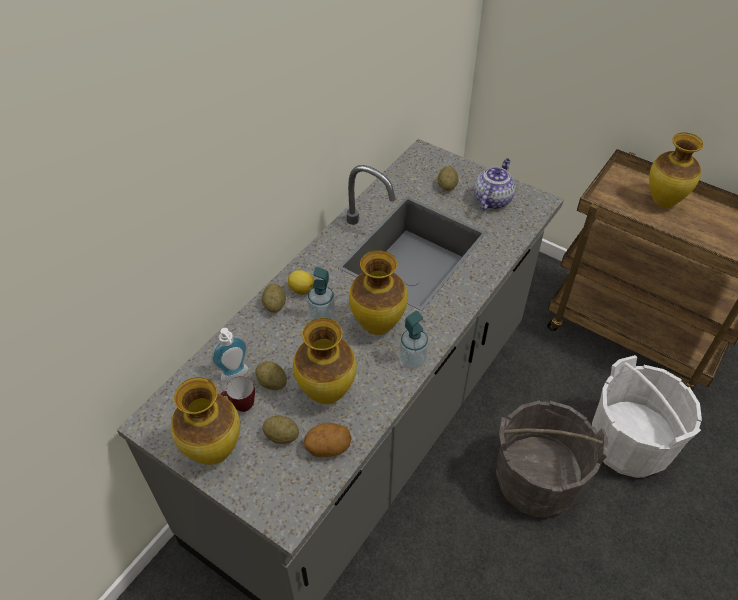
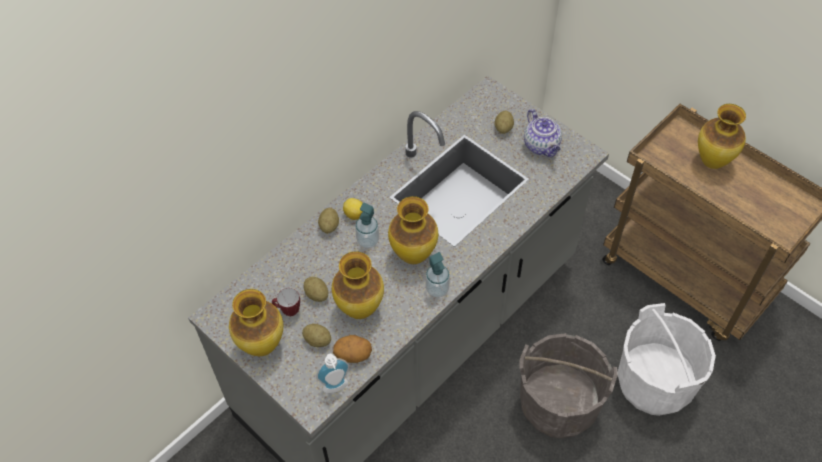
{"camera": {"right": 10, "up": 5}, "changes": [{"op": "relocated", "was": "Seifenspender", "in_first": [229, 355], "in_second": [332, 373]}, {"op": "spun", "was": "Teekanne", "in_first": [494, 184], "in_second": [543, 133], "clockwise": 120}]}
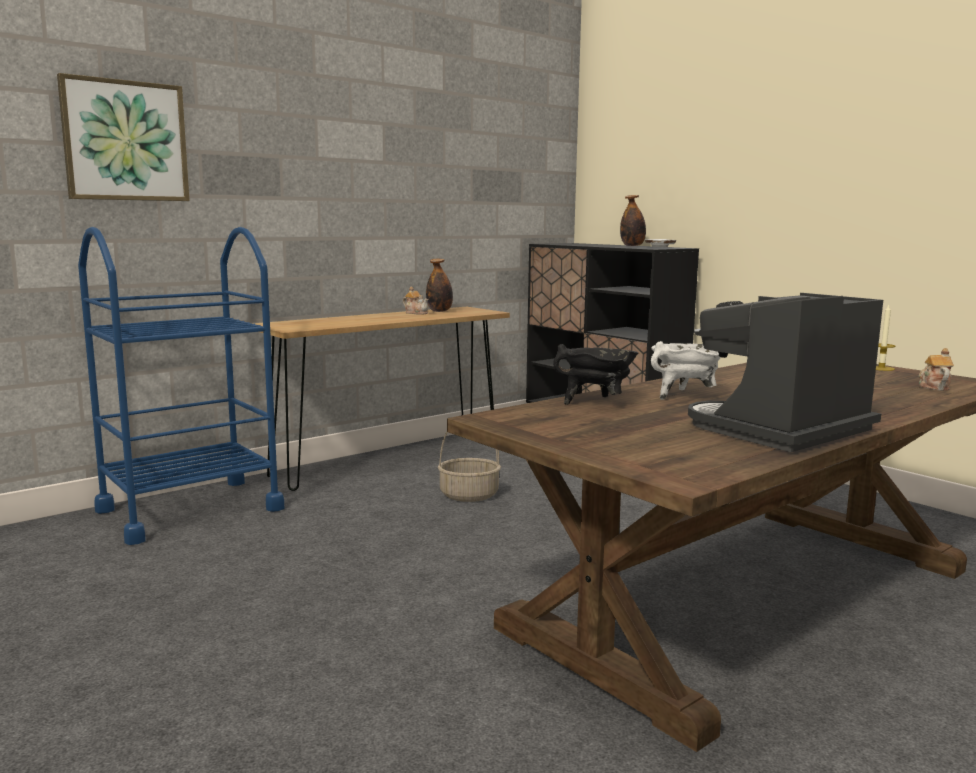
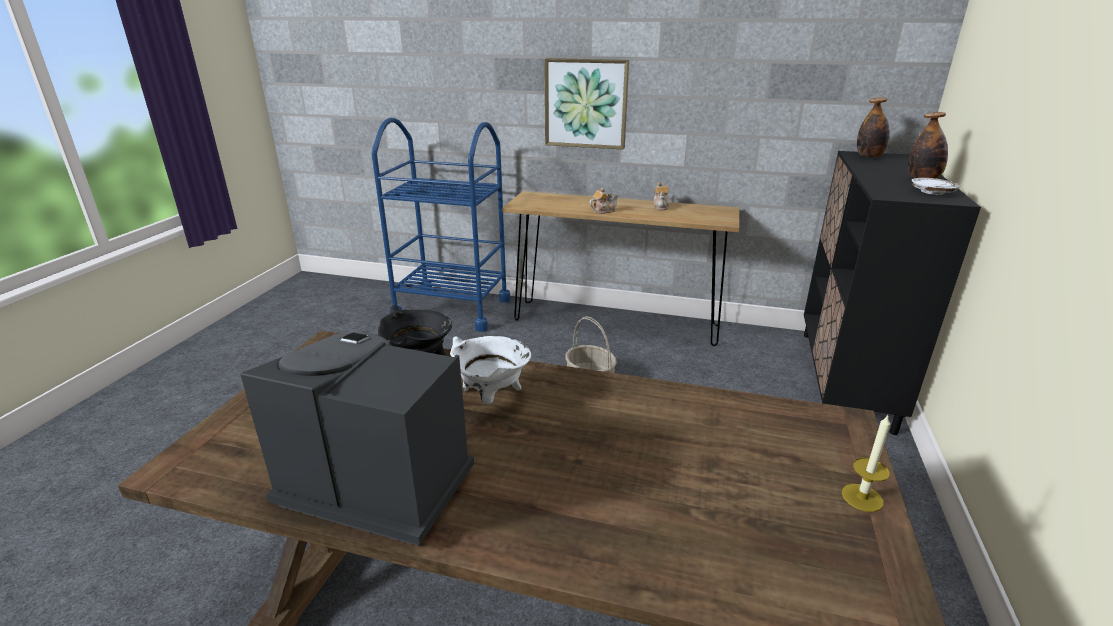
{"camera": {"right": 55, "up": 15}, "changes": [{"op": "relocated", "was": "Bild", "in_first": [123, 137], "in_second": [586, 104]}, {"op": "relocated", "was": "Flasche", "in_first": [439, 285], "in_second": [873, 127]}, {"op": "relocated", "was": "Teekanne", "in_first": [936, 369], "in_second": [603, 201]}]}
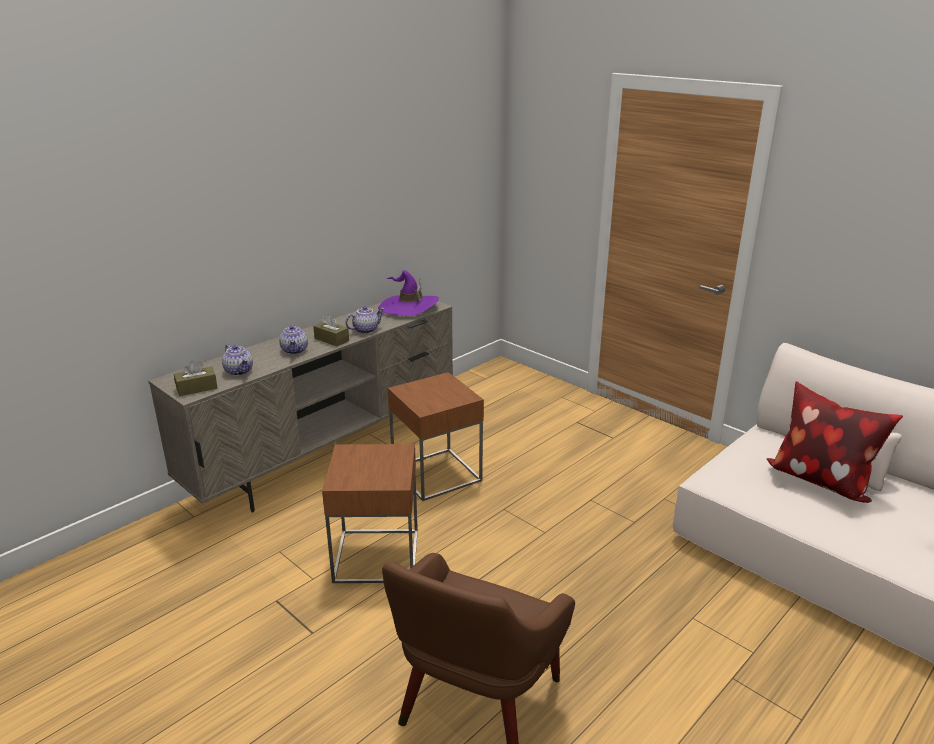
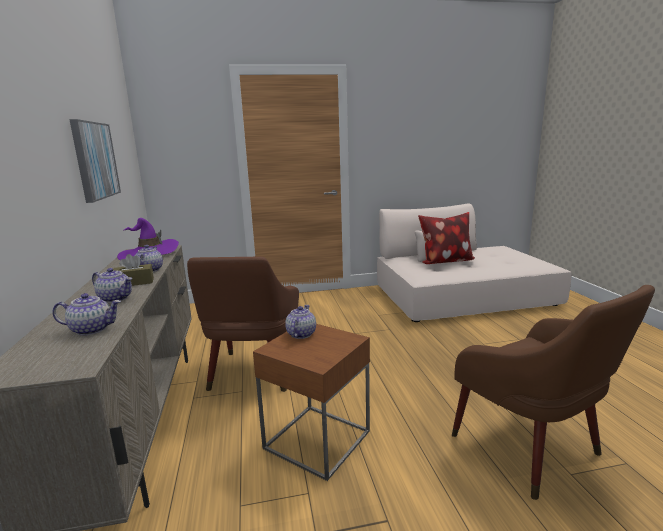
{"camera": {"right": -55, "up": -10}, "changes": [{"op": "missing", "was": "Taschentuchbox (braun)", "in_first": [195, 378]}, {"op": "exchanged", "was": "Beistelltisch (braun)", "now": "Sessel (braun)", "in_first": [436, 436], "in_second": [243, 324]}, {"op": "appeared", "now": "Bild", "in_second": [95, 161]}, {"op": "appeared", "now": "Teekanne", "in_second": [300, 322]}]}
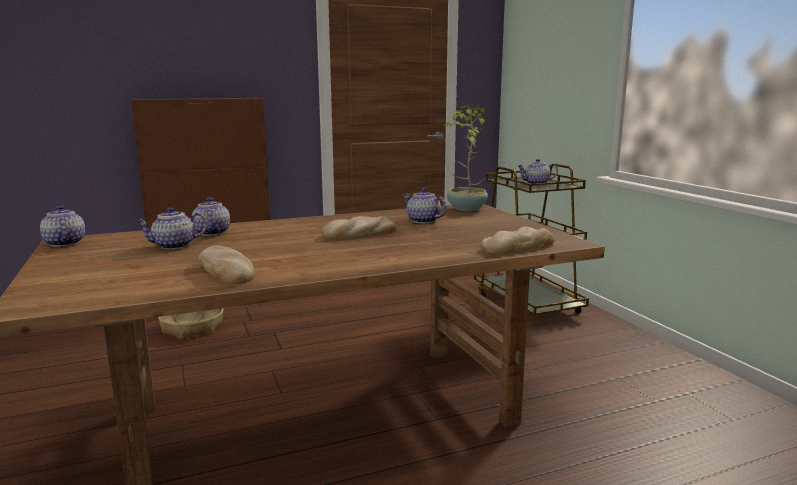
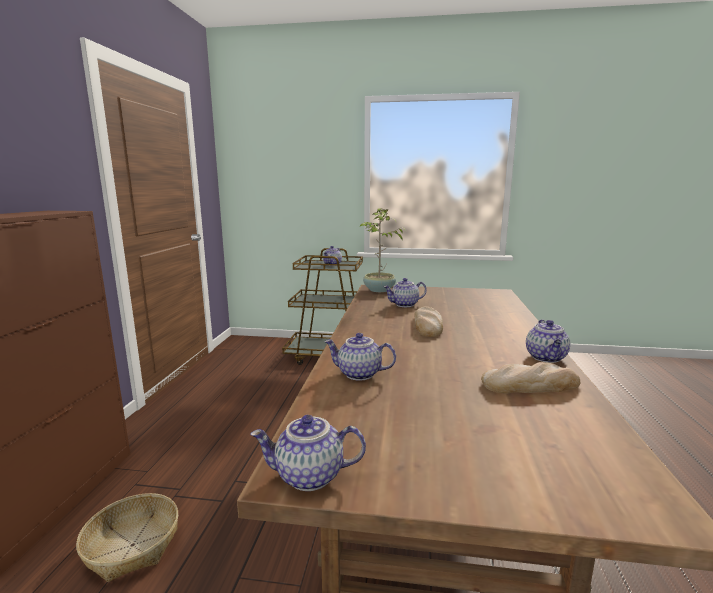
{"camera": {"right": -60, "up": 0}, "changes": [{"op": "relocated", "was": "Teekanne", "in_first": [171, 228], "in_second": [548, 341]}, {"op": "missing", "was": "Brot", "in_first": [517, 240]}]}
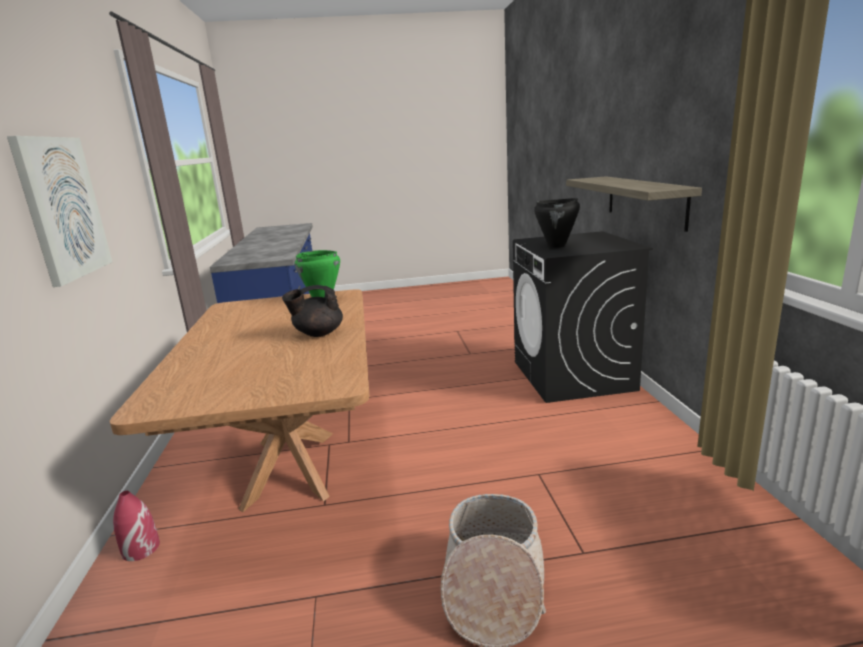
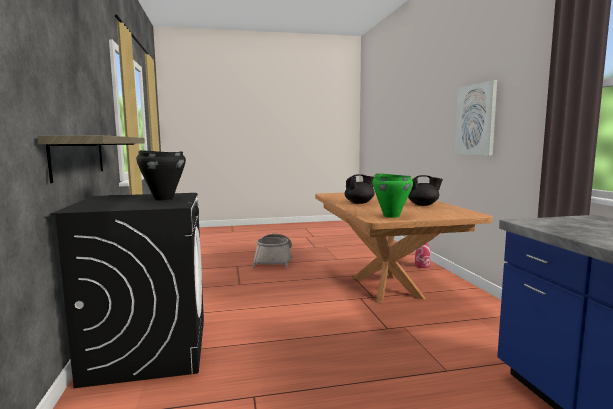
{"camera": {"right": 175, "up": -10}, "changes": [{"op": "appeared", "now": "Teekanne (schwarz)", "in_second": [425, 190]}]}
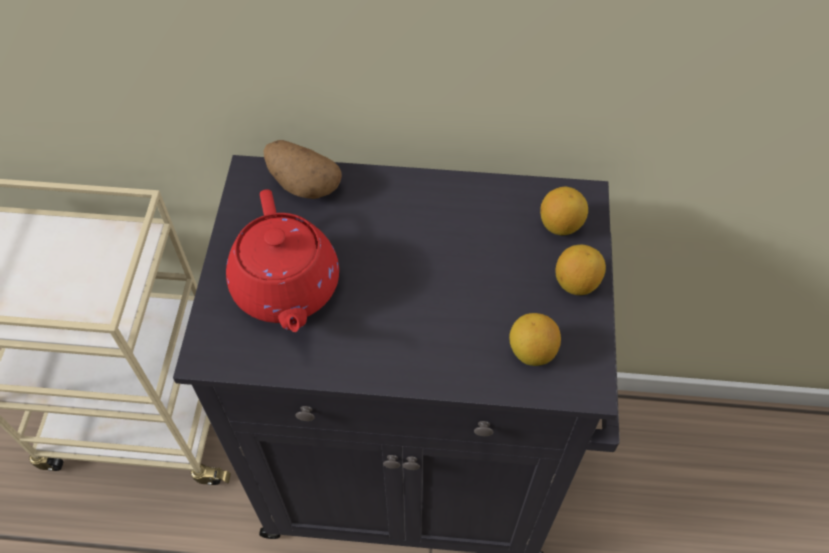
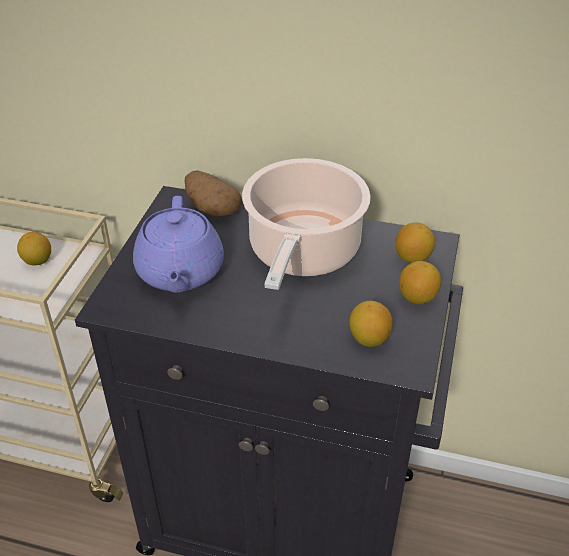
{"camera": {"right": 10, "up": -15}, "changes": [{"op": "colour", "was": "Teekanne (rot)", "now": "Teekanne (lila)", "in_first": [282, 260], "in_second": [178, 244]}, {"op": "appeared", "now": "Zitrone", "in_second": [34, 249]}, {"op": "appeared", "now": "Kochtopf", "in_second": [306, 224]}]}
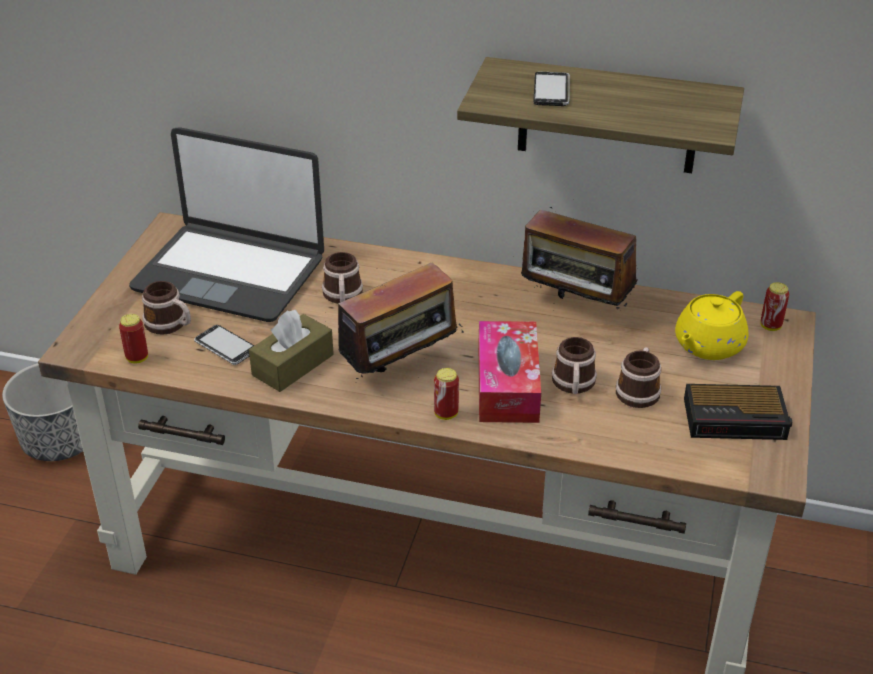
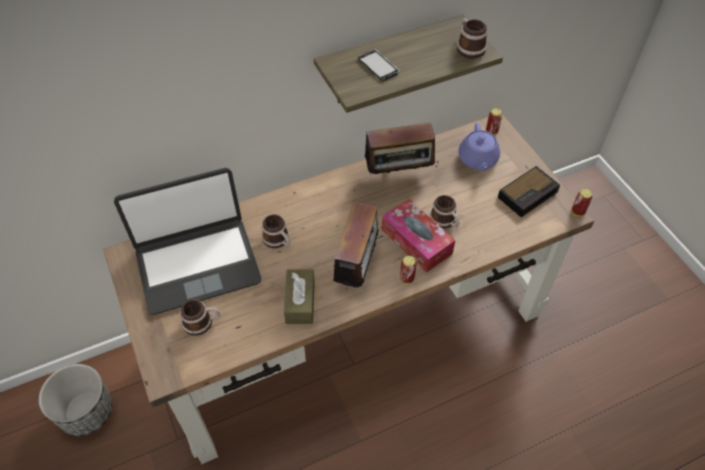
{"camera": {"right": -40, "up": 15}, "changes": [{"op": "relocated", "was": "Dose", "in_first": [133, 339], "in_second": [582, 202]}, {"op": "missing", "was": "Handy", "in_first": [224, 345]}, {"op": "relocated", "was": "Henkelbecher", "in_first": [638, 377], "in_second": [472, 38]}, {"op": "colour", "was": "Teekanne (gelb)", "now": "Teekanne (lila)", "in_first": [712, 325], "in_second": [479, 147]}]}
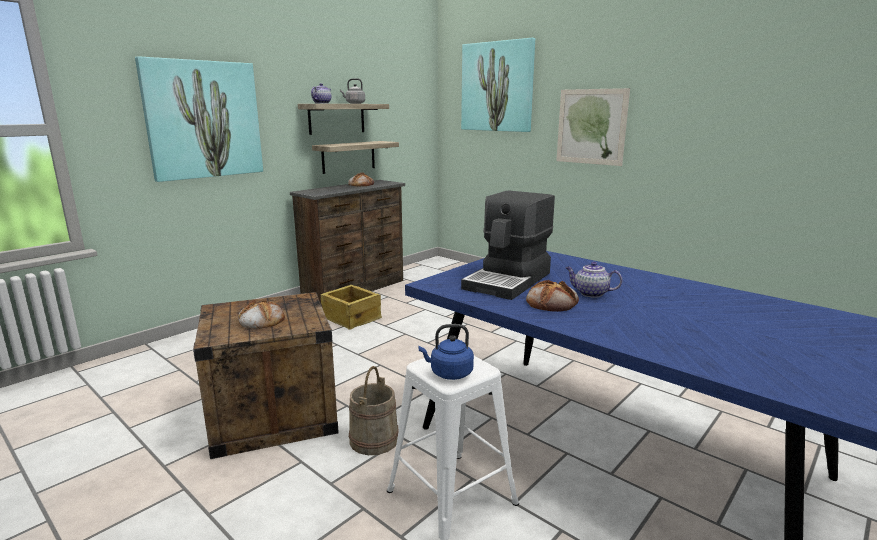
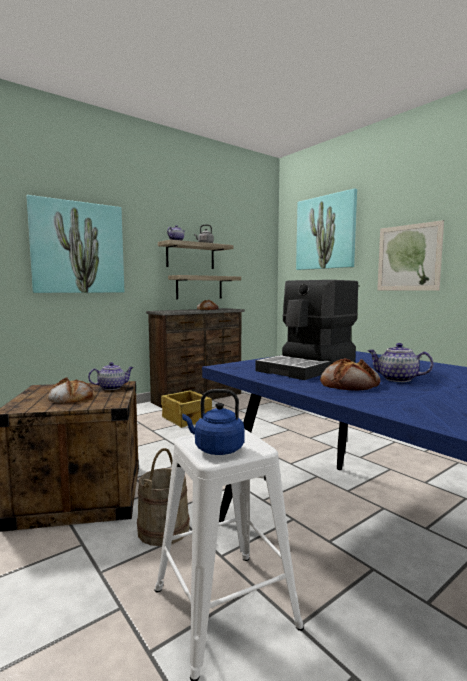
{"camera": {"right": 10, "up": -10}, "changes": [{"op": "appeared", "now": "Teekanne", "in_second": [111, 376]}]}
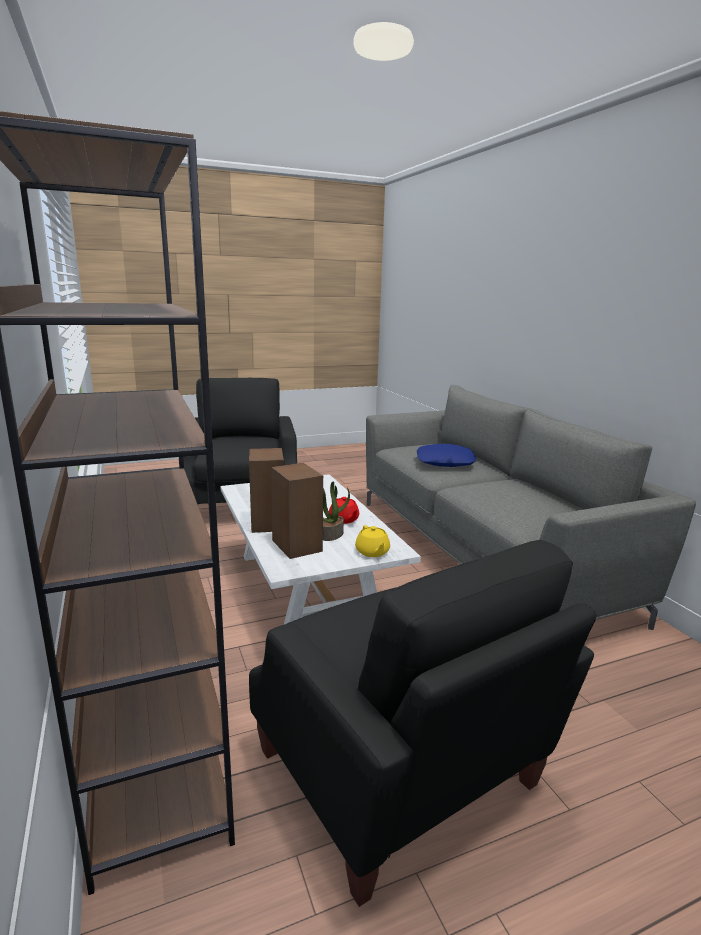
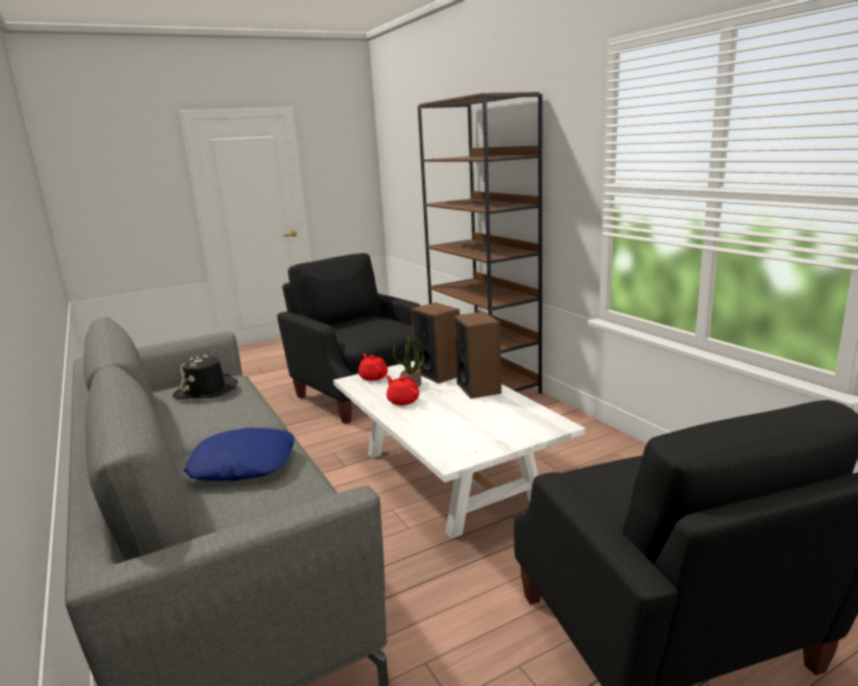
{"camera": {"right": 175, "up": 0}, "changes": [{"op": "colour", "was": "Teekanne (gelb)", "now": "Teekanne (rot)", "in_first": [372, 541], "in_second": [373, 367]}, {"op": "appeared", "now": "Hut (schwarz)", "in_second": [205, 376]}]}
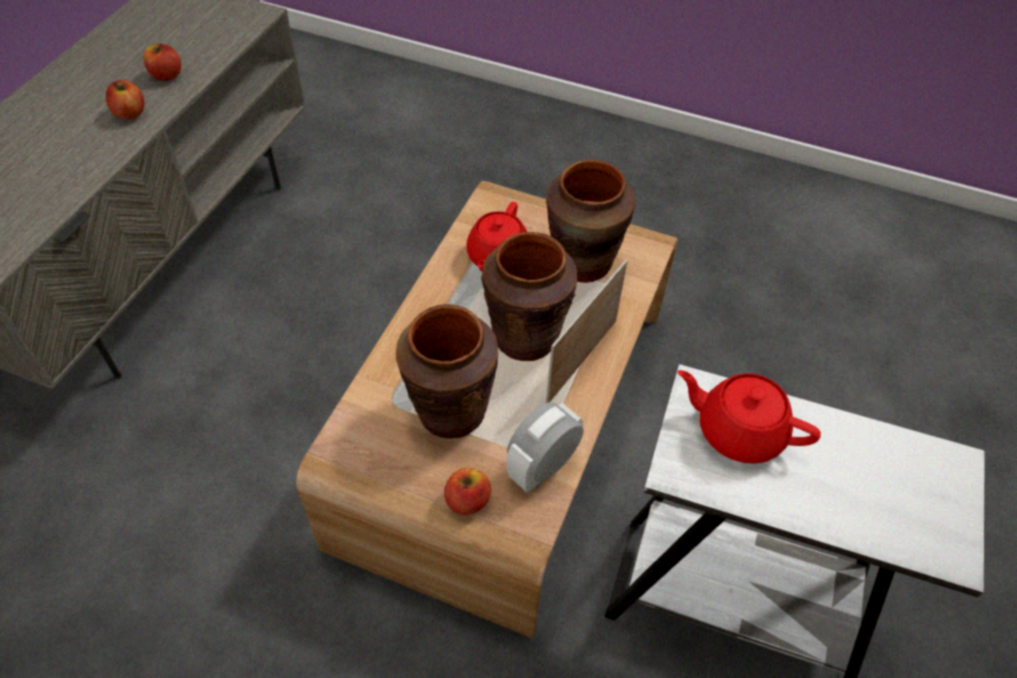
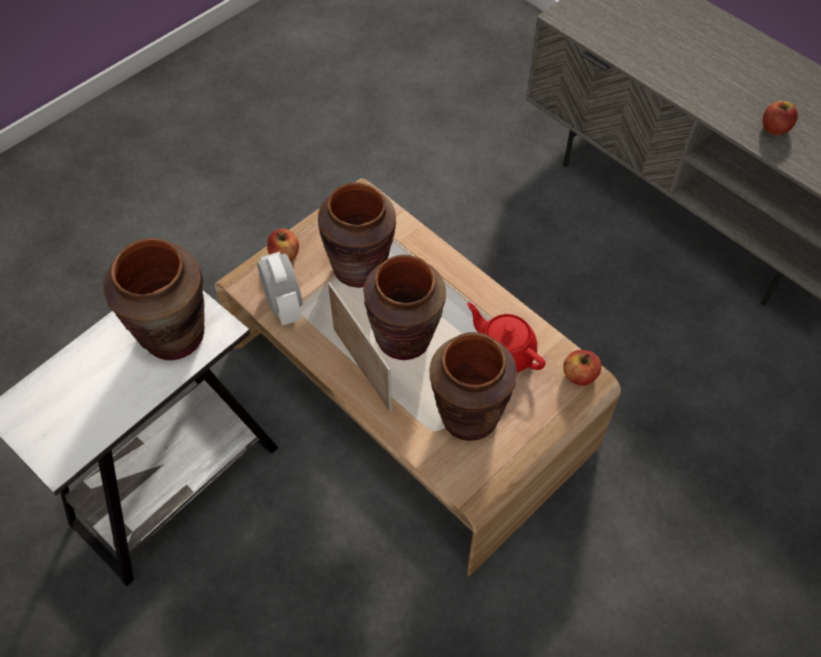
{"camera": {"right": 115, "up": 5}, "changes": [{"op": "relocated", "was": "Apfel", "in_first": [125, 100], "in_second": [582, 368]}, {"op": "exchanged", "was": "Teekanne (rot)", "now": "Vase (braun)", "in_first": [749, 417], "in_second": [154, 299]}]}
